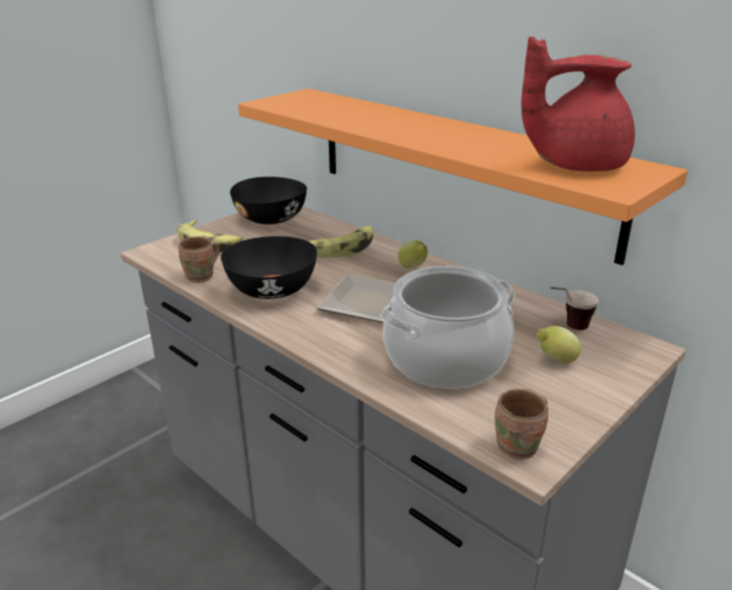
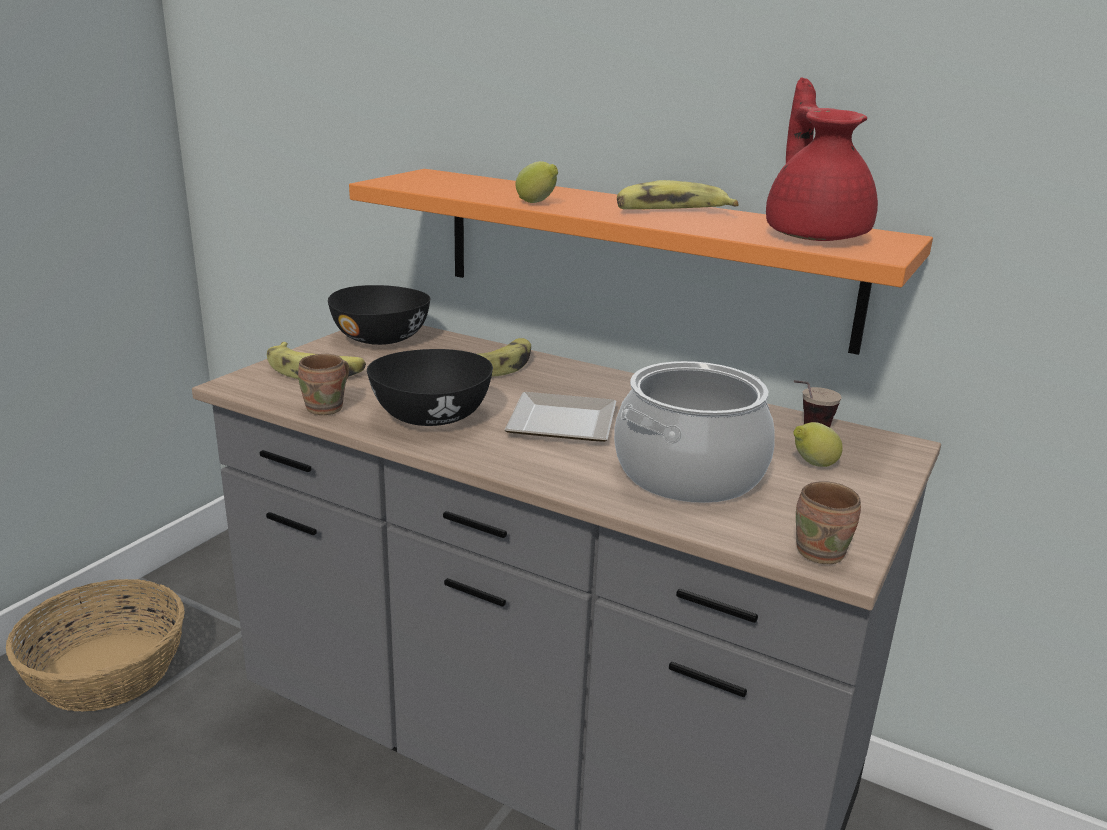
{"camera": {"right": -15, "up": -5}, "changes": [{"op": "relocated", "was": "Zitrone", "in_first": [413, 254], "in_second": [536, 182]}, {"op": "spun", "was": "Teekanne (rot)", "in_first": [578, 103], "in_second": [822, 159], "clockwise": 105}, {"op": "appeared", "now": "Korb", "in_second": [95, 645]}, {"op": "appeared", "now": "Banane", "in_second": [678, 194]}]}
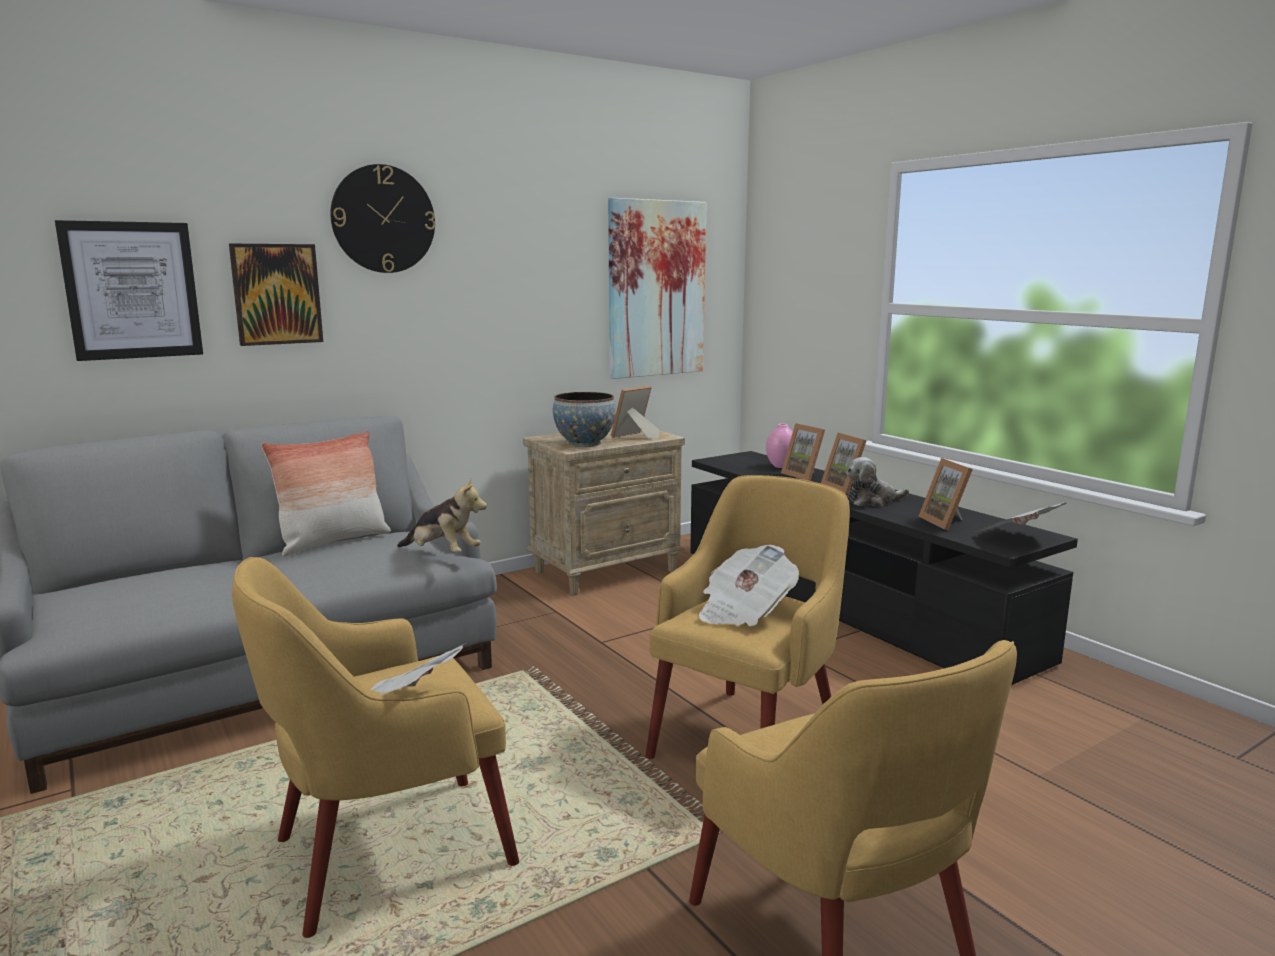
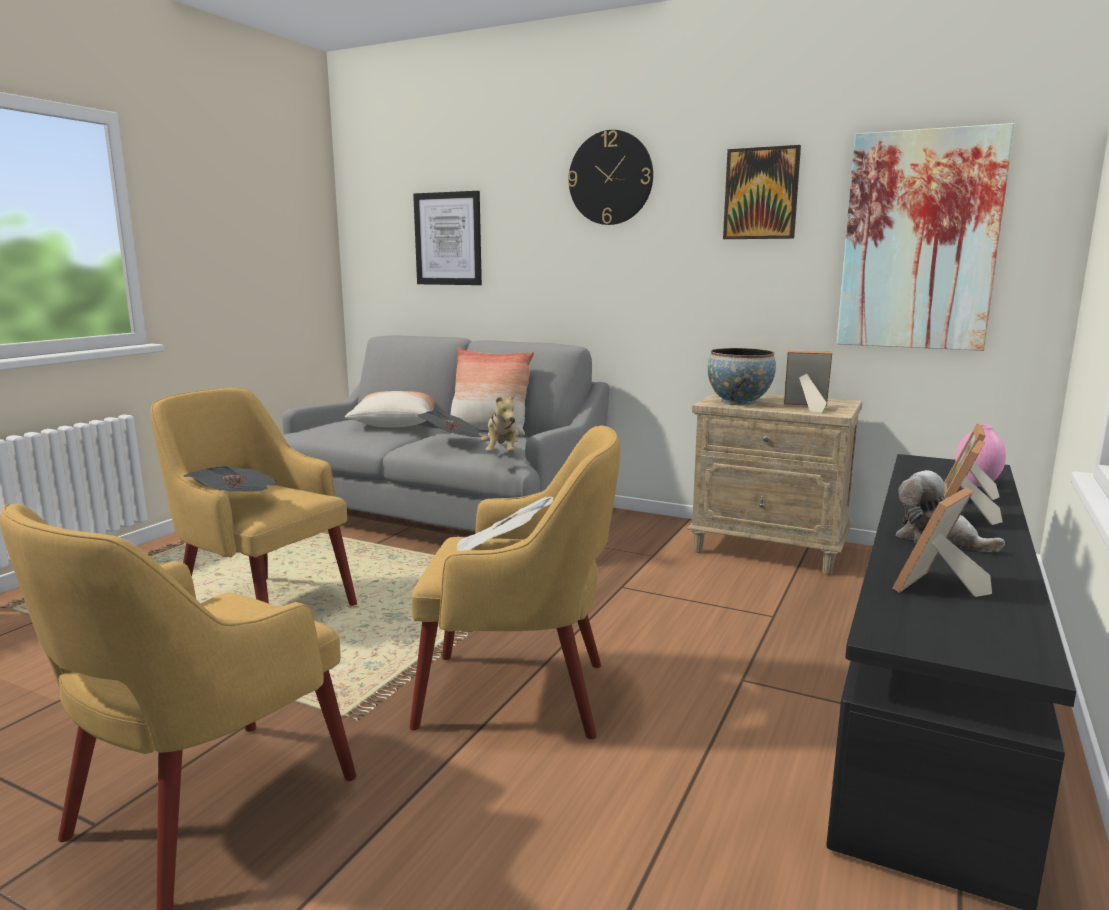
{"camera": {"right": 60, "up": 0}, "changes": [{"op": "relocated", "was": "Bild", "in_first": [276, 295], "in_second": [762, 192]}, {"op": "relocated", "was": "Zeitung", "in_first": [1020, 517], "in_second": [450, 424]}, {"op": "appeared", "now": "Kissen", "in_second": [390, 409]}]}
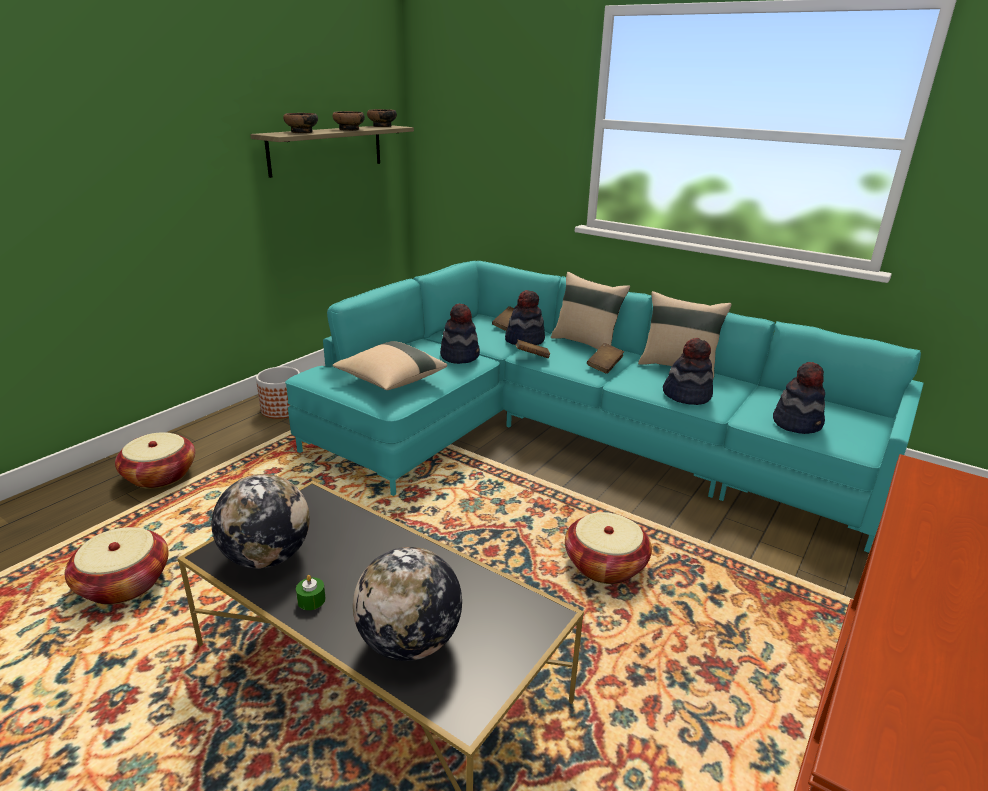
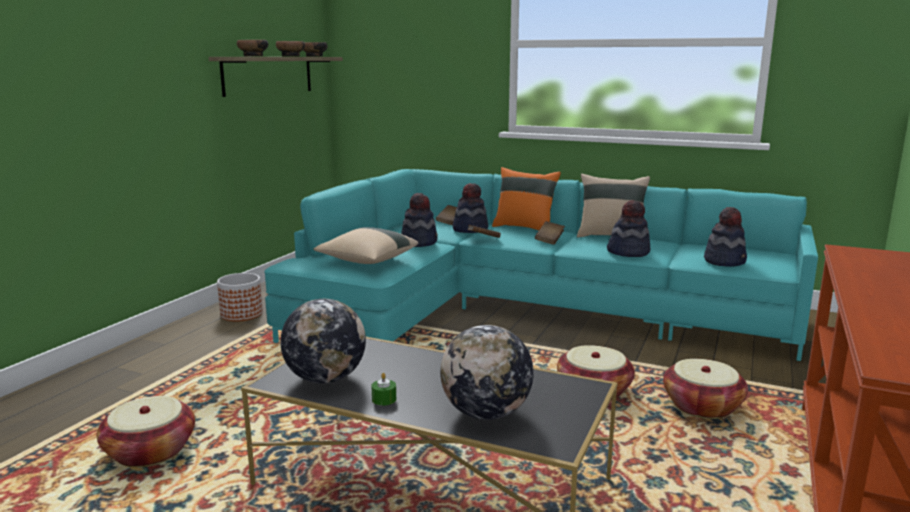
{"camera": {"right": -10, "up": -10}, "changes": [{"op": "relocated", "was": "Korb", "in_first": [155, 460], "in_second": [705, 389]}, {"op": "colour", "was": "Kissen (beige)", "now": "Kissen (orange)", "in_first": [590, 310], "in_second": [526, 198]}]}
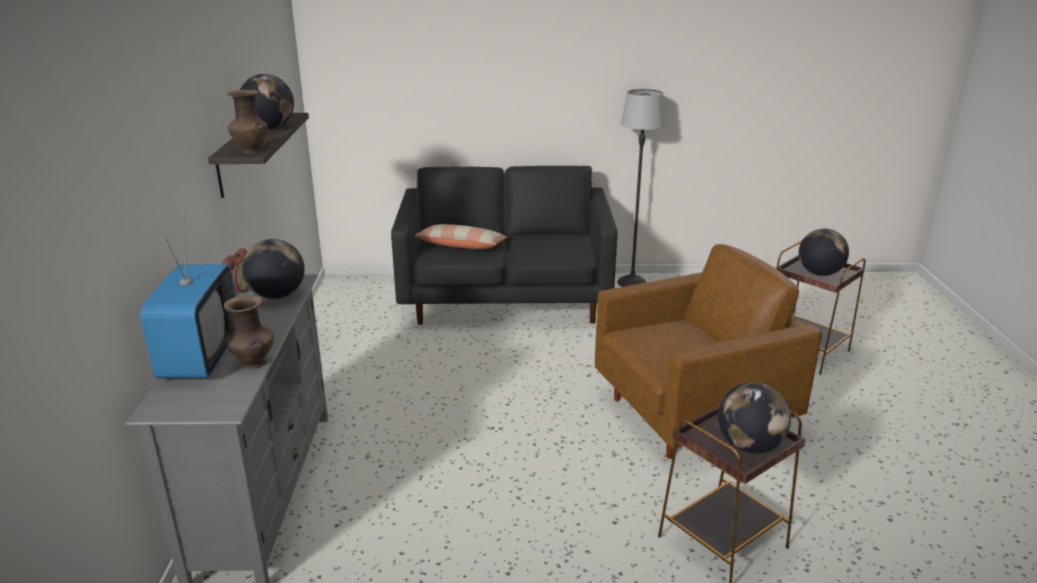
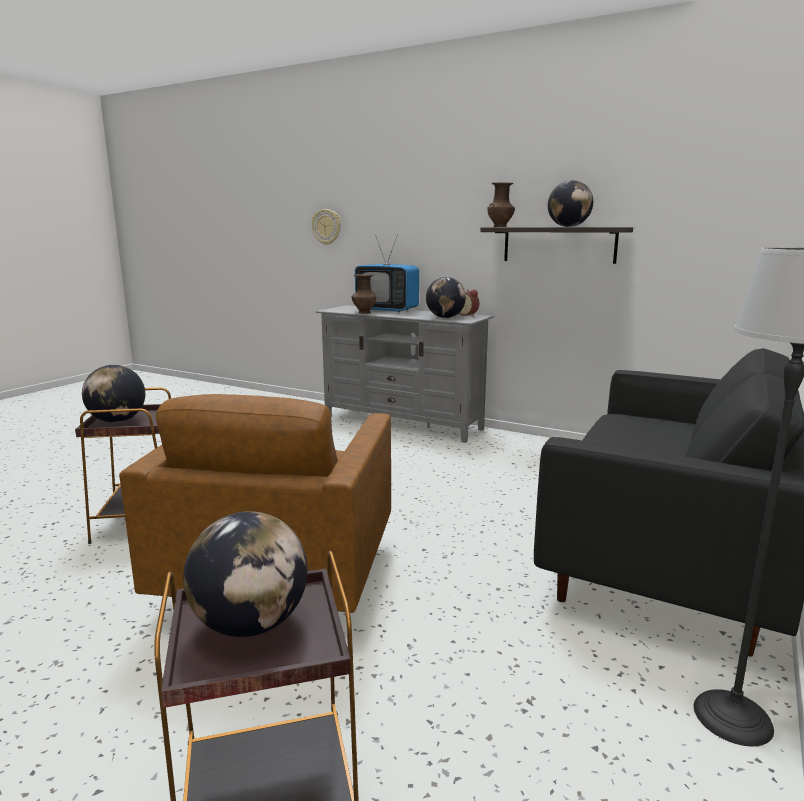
{"camera": {"right": 120, "up": -10}, "changes": [{"op": "missing", "was": "Kissen", "in_first": [461, 236]}, {"op": "appeared", "now": "Wanduhr", "in_second": [326, 227]}]}
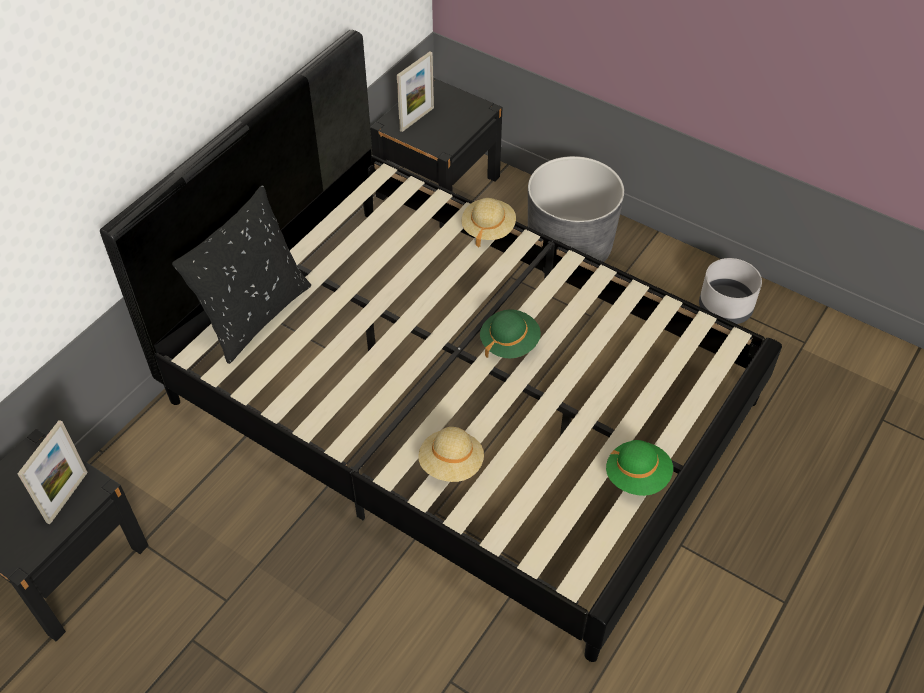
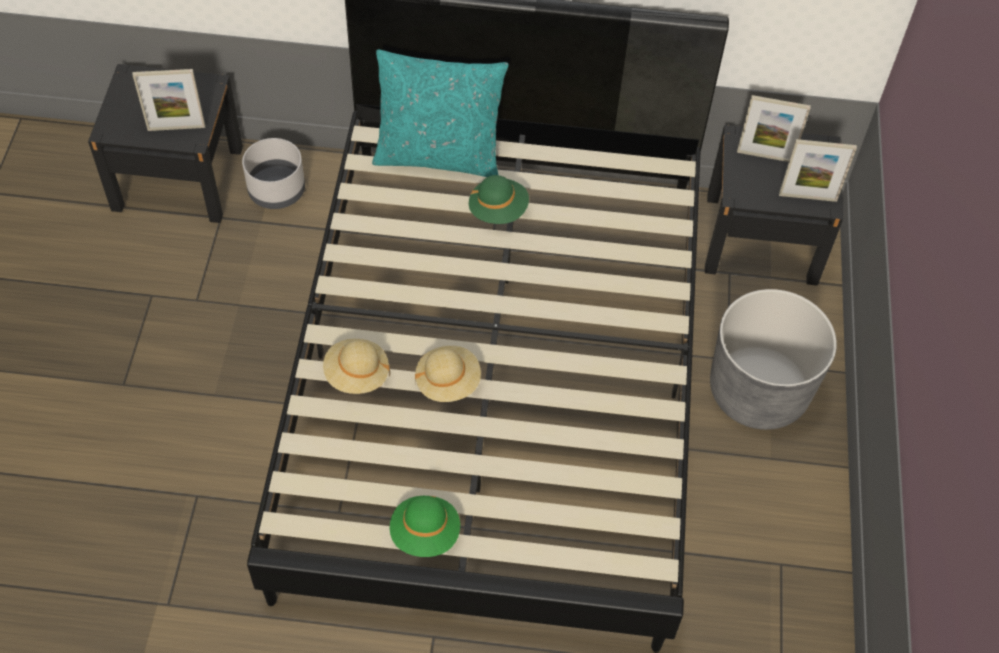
{"camera": {"right": 60, "up": 5}, "changes": [{"op": "colour", "was": "Kissen (schwarz)", "now": "Kissen (türkis)", "in_first": [241, 274], "in_second": [440, 113]}, {"op": "relocated", "was": "Hut (beige)", "in_first": [489, 222], "in_second": [448, 374]}, {"op": "relocated", "was": "Hut (grün)", "in_first": [510, 334], "in_second": [499, 199]}, {"op": "relocated", "was": "Pflanzkübel (grau)", "in_first": [730, 291], "in_second": [273, 173]}, {"op": "appeared", "now": "Bilderrahmen", "in_second": [818, 170]}]}
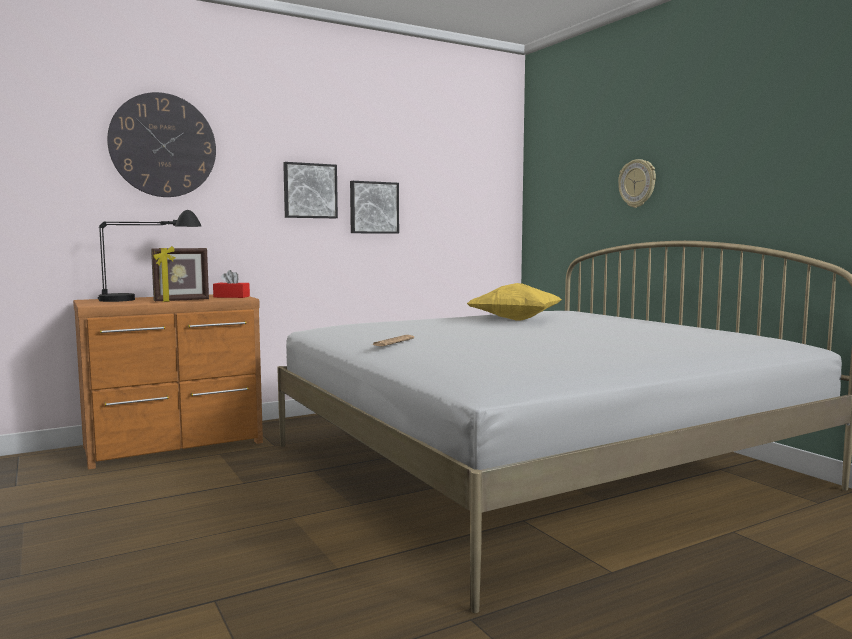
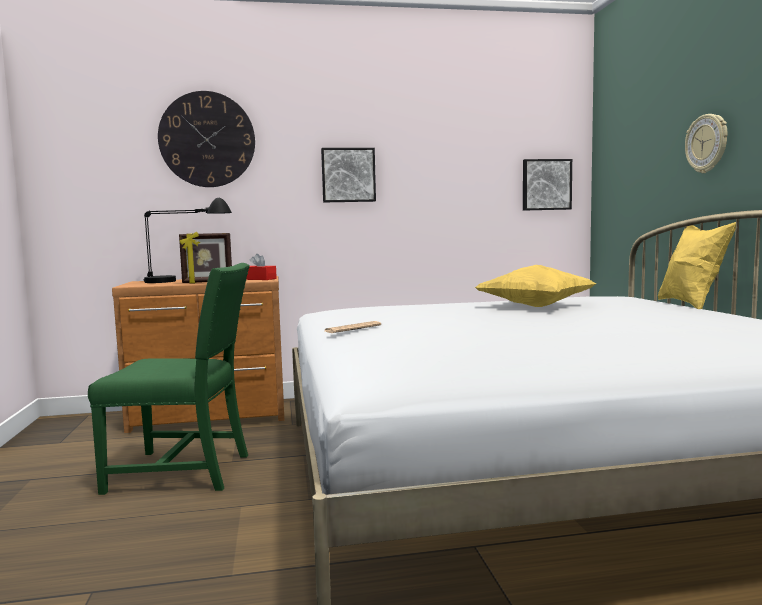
{"camera": {"right": 20, "up": 0}, "changes": [{"op": "relocated", "was": "Bild", "in_first": [374, 207], "in_second": [547, 185]}, {"op": "appeared", "now": "Stuhl (grün)", "in_second": [169, 379]}, {"op": "appeared", "now": "Kissen (gelb)", "in_second": [697, 265]}]}
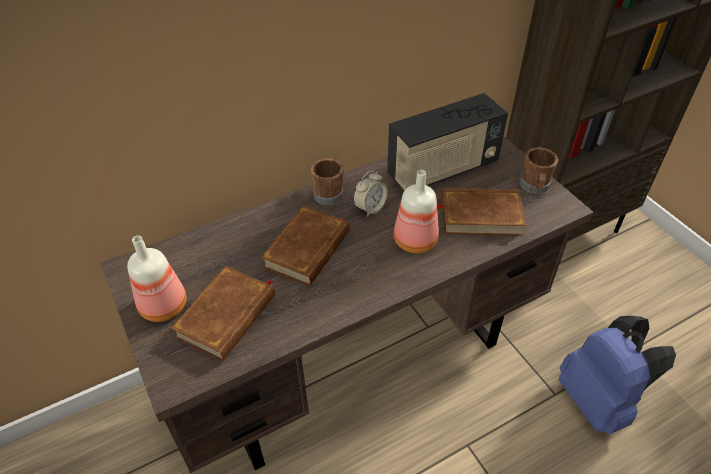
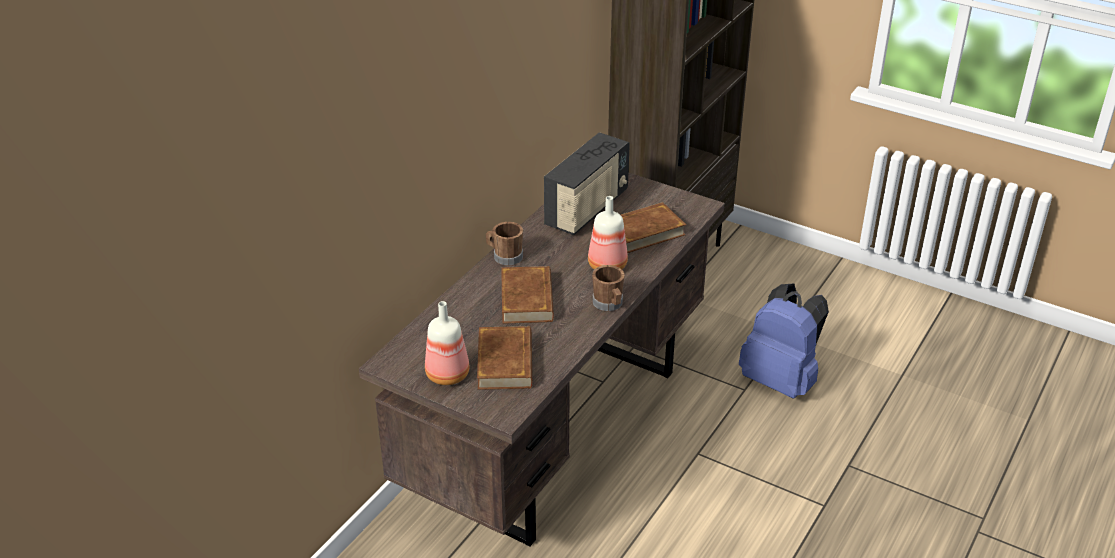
{"camera": {"right": -30, "up": -10}, "changes": [{"op": "missing", "was": "Wecker", "in_first": [370, 193]}, {"op": "relocated", "was": "Henkelbecher (braun)", "in_first": [539, 170], "in_second": [608, 288]}]}
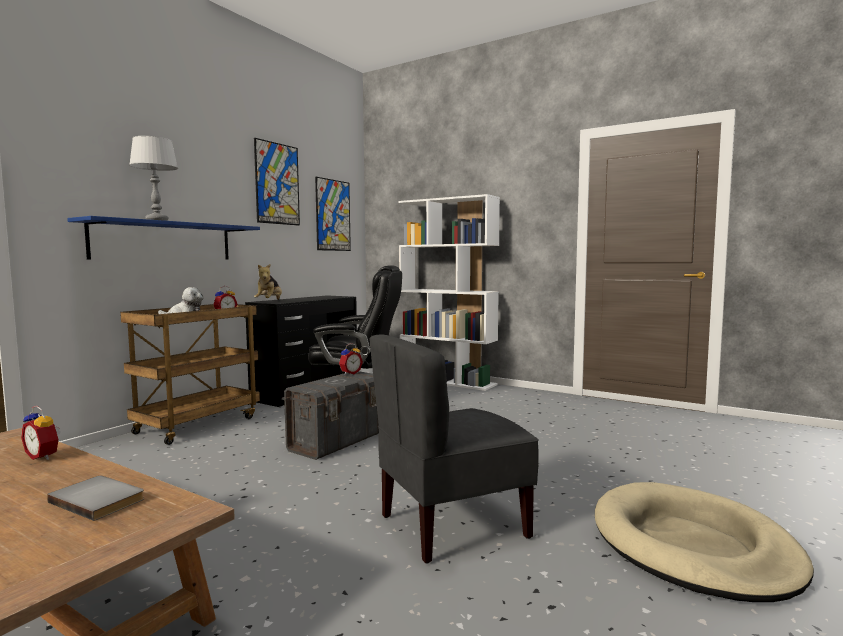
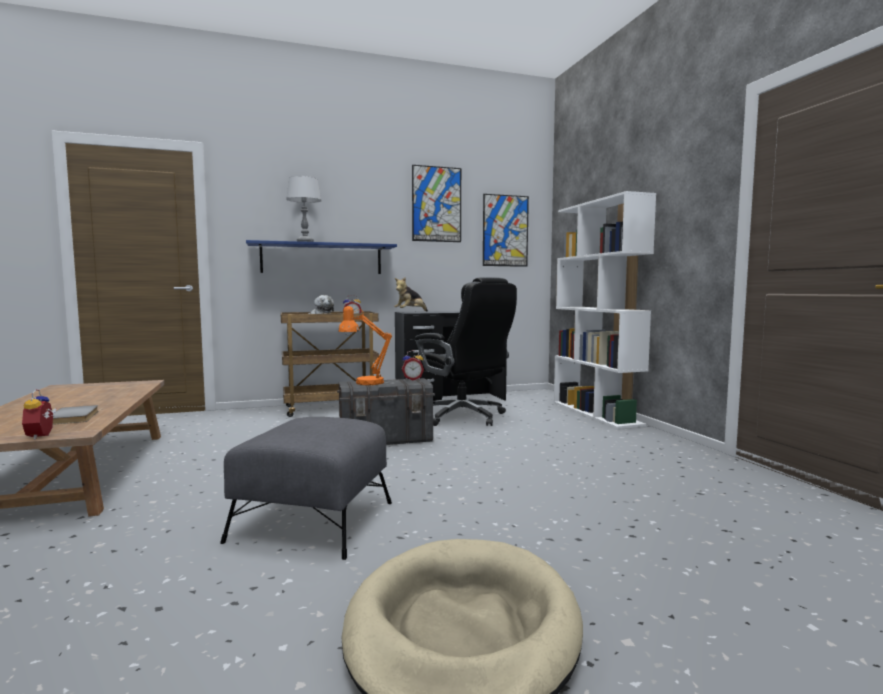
{"camera": {"right": 40, "up": 0}, "changes": [{"op": "relocated", "was": "Wecker", "in_first": [41, 433], "in_second": [39, 414]}, {"op": "exchanged", "was": "Stuhl (grau)", "now": "Polsterhocker (grau)", "in_first": [454, 449], "in_second": [306, 488]}, {"op": "appeared", "now": "Tischlampe (orange)", "in_second": [365, 345]}]}
